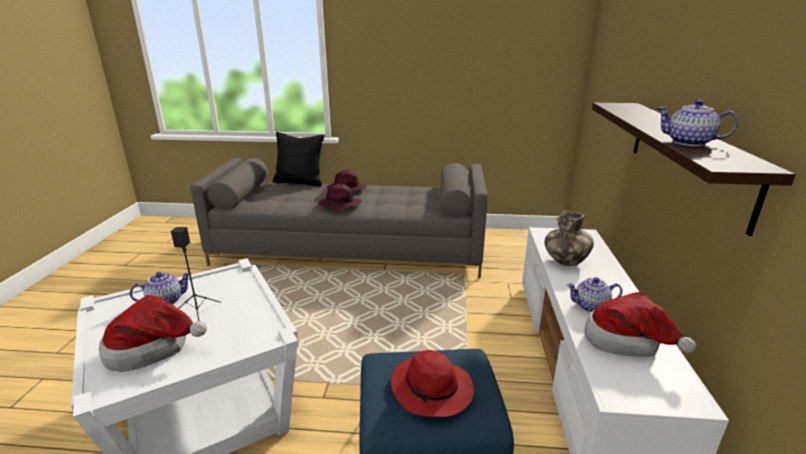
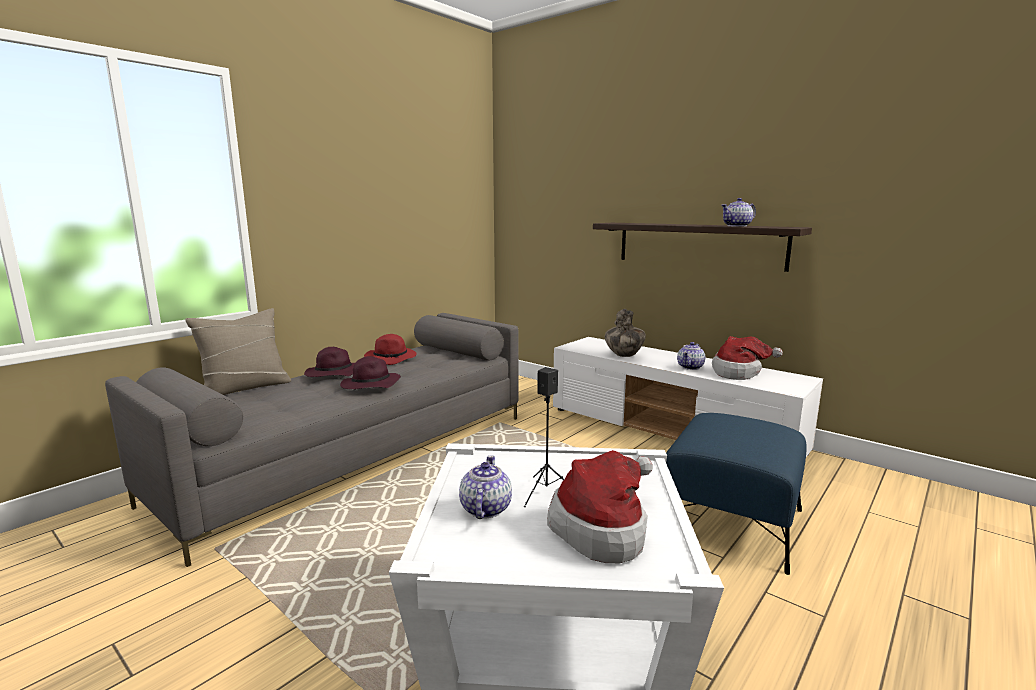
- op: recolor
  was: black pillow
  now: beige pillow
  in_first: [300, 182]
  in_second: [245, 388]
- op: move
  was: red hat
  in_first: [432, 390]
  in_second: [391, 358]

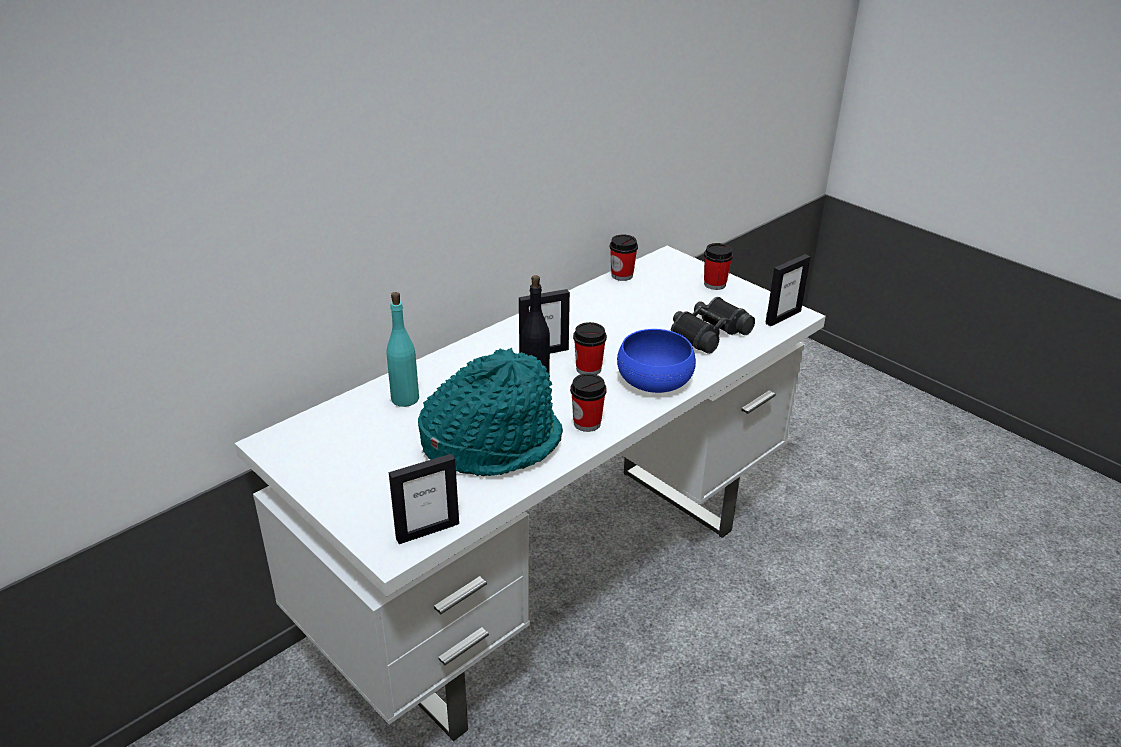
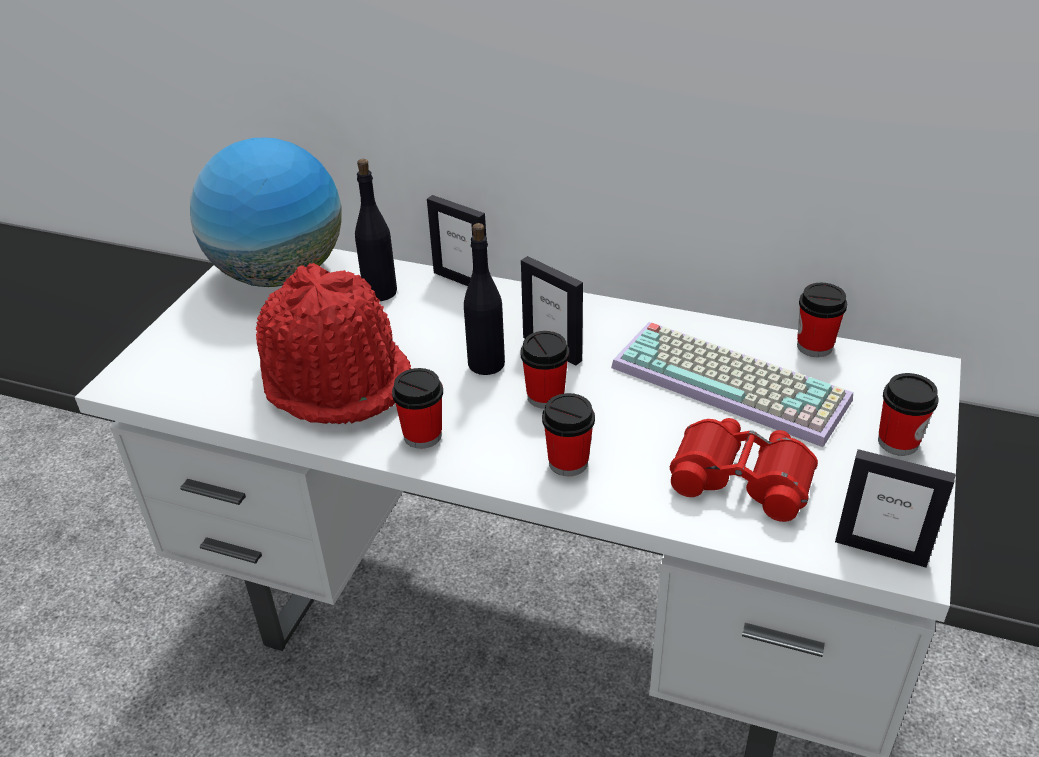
- op: recolor
  was: turquoise bottle
  now: black bottle
  in_first: [404, 398]
  in_second: [380, 292]
- op: move
  was: picture frame
  in_first: [427, 531]
  in_second: [461, 280]
- op: recolor
  was: turquoise hat
  now: red hat
  in_first: [492, 443]
  in_second: [336, 378]
- op: replace
  was: blue bowl
  now: cup
  in_first: [655, 380]
  in_second: [568, 462]
- op: recolor
  was: black binoculars
  now: red binoculars
  in_first: [708, 333]
  in_second: [742, 477]
- op: insert
  now: globe
  in_second: [279, 275]
- op: insert
  now: keyboard
  in_second: [733, 382]

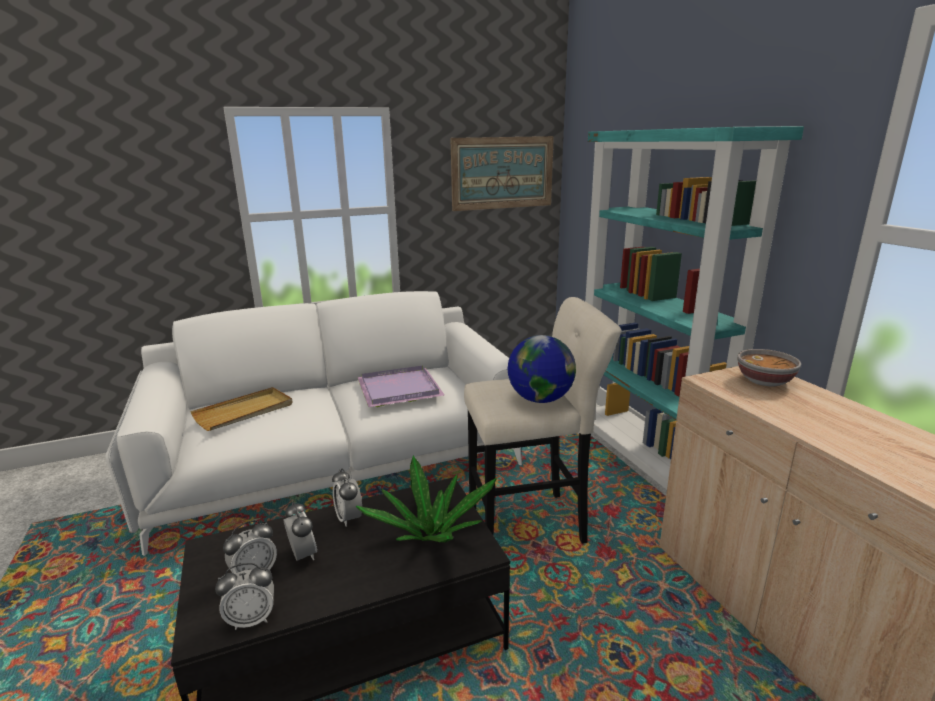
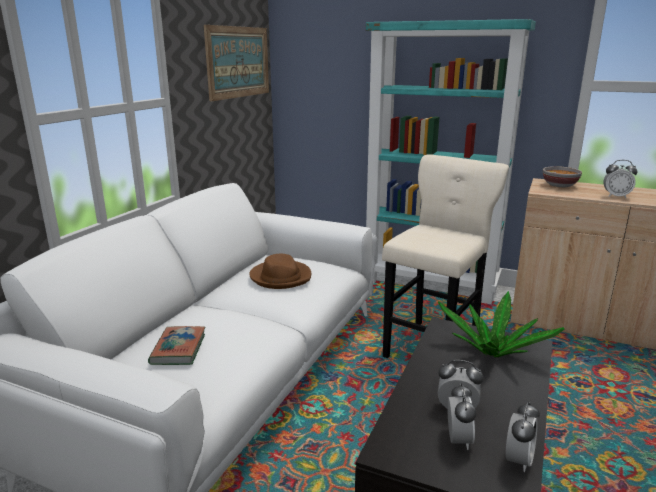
- op: replace
  was: beige tray
  now: book
  in_first: [244, 412]
  in_second: [178, 349]
- op: move
  was: alarm clock
  in_first: [349, 518]
  in_second: [616, 196]
- op: replace
  was: purple tray
  now: brown hat
  in_first: [400, 388]
  in_second: [281, 277]
- op: delete
  was: globe
  in_first: [540, 399]

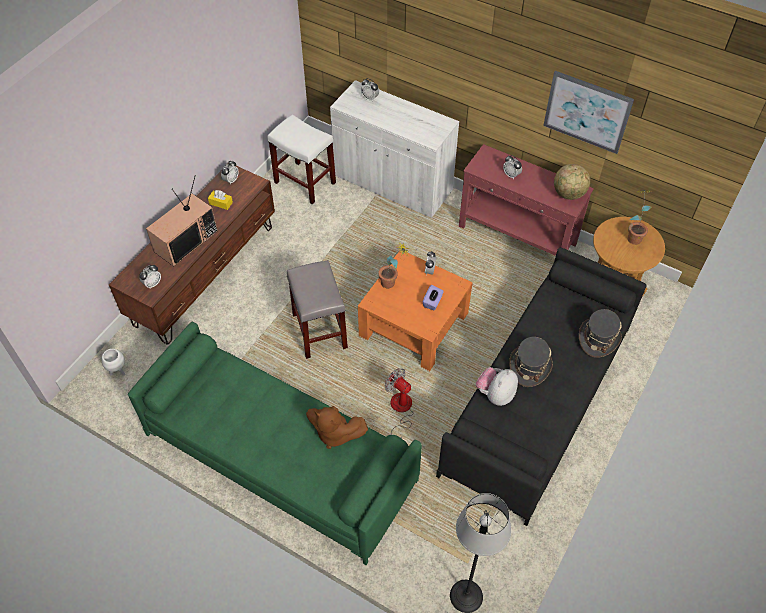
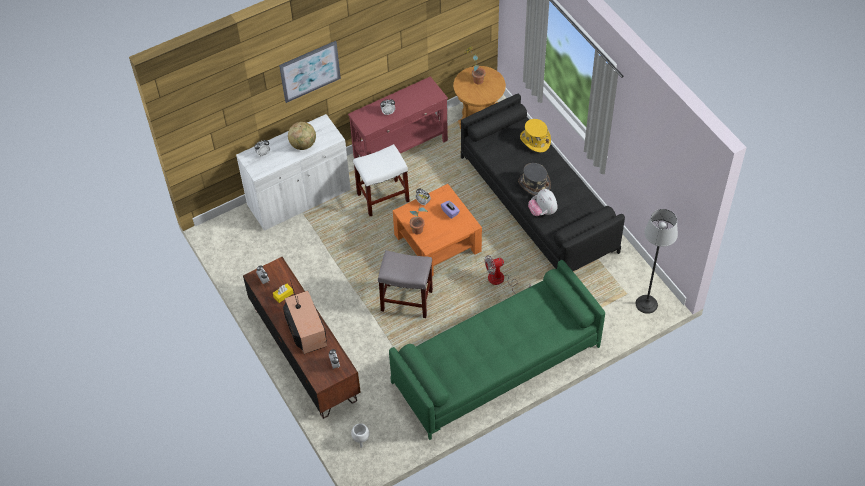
- op: move
  was: white stool
  in_first: [305, 183]
  in_second: [383, 197]
- op: delete
  was: brown plush toy
  in_first: [334, 433]
- op: move
  was: picture
  in_first: [587, 112]
  in_second: [310, 71]
- op: move
  was: globe
  in_first: [569, 194]
  in_second: [303, 144]
- op: recolor
  was: grey hat
  now: yellow hat
  in_first: [598, 338]
  in_second: [535, 140]

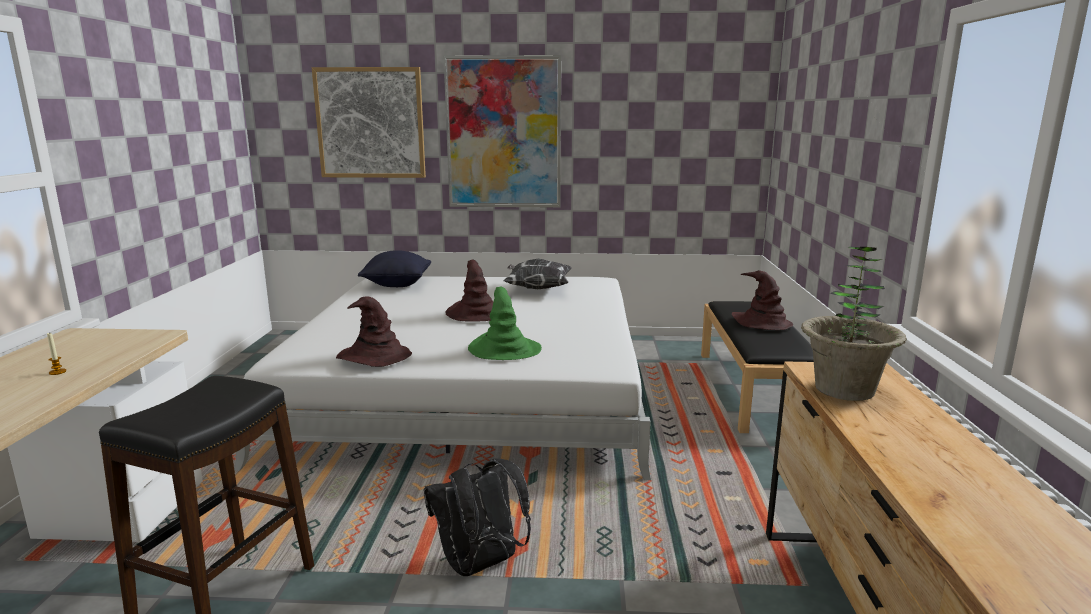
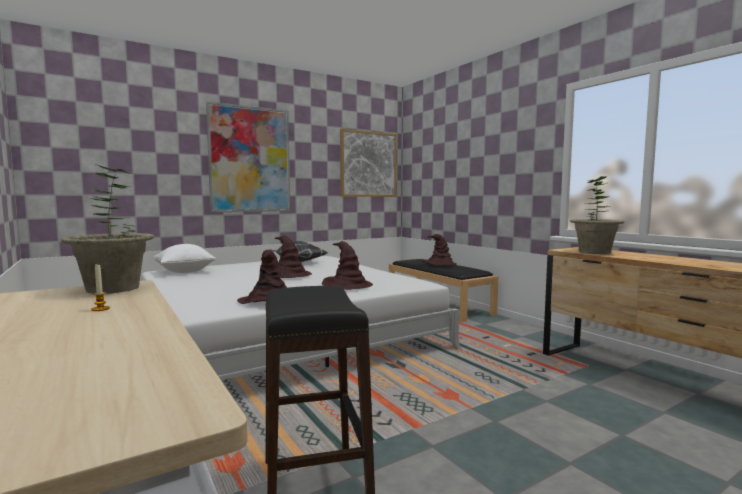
- op: move
  was: picture
  in_first: [370, 123]
  in_second: [368, 164]
- op: recolor
  was: black pillow
  now: white pillow
  in_first: [397, 284]
  in_second: [184, 271]
- op: delete
  was: black backpack
  in_first: [480, 565]
- op: recolor
  was: green hat
  now: brown hat
  in_first: [504, 349]
  in_second: [347, 285]
- op: insert
  now: potted plant
  in_second: [113, 289]

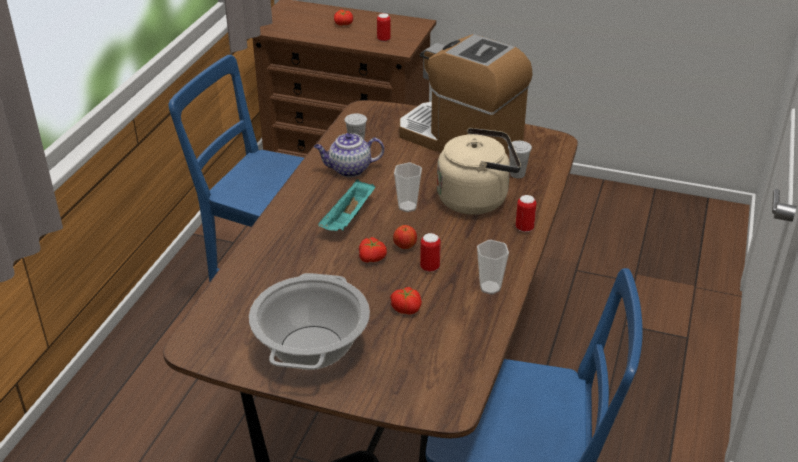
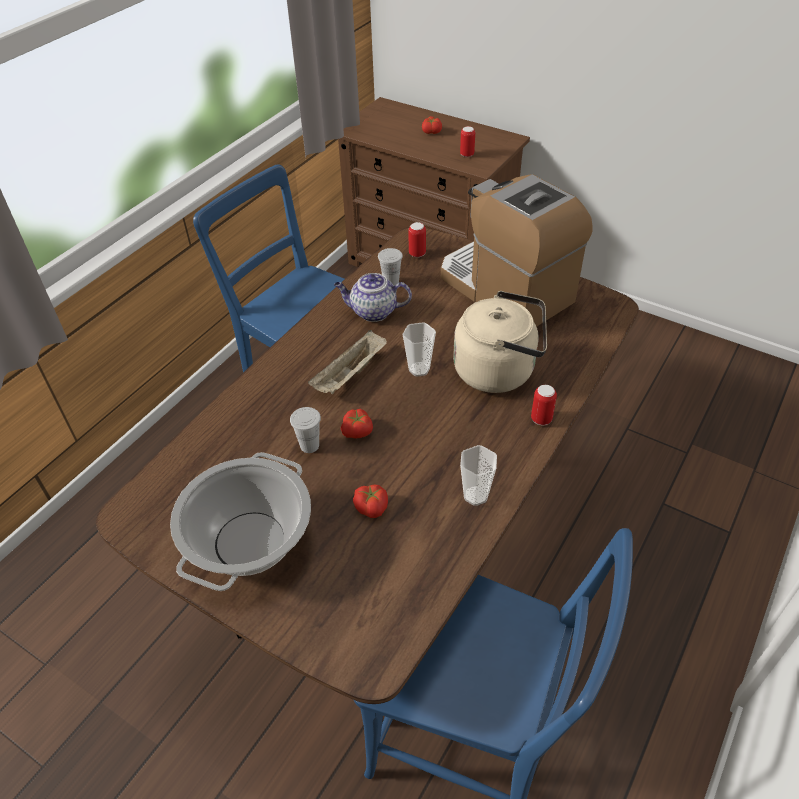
- op: recolor
  was: turquoise tray
  now: beige tray
  in_first: [348, 219]
  in_second: [350, 375]
- op: delete
  was: apple
  in_first: [405, 246]
- op: move
  was: can
  in_first: [430, 267]
  in_second: [417, 254]
- op: move
  was: white cup
  in_first: [517, 174]
  in_second: [309, 445]

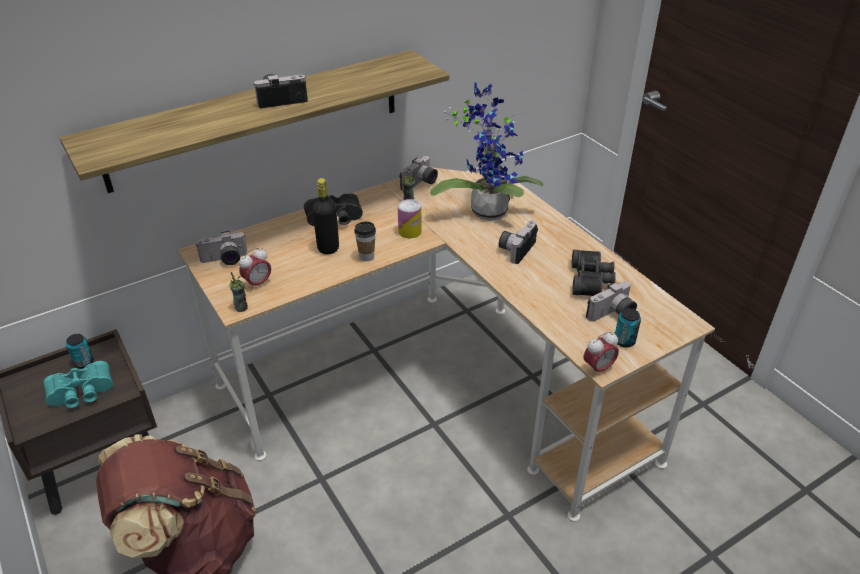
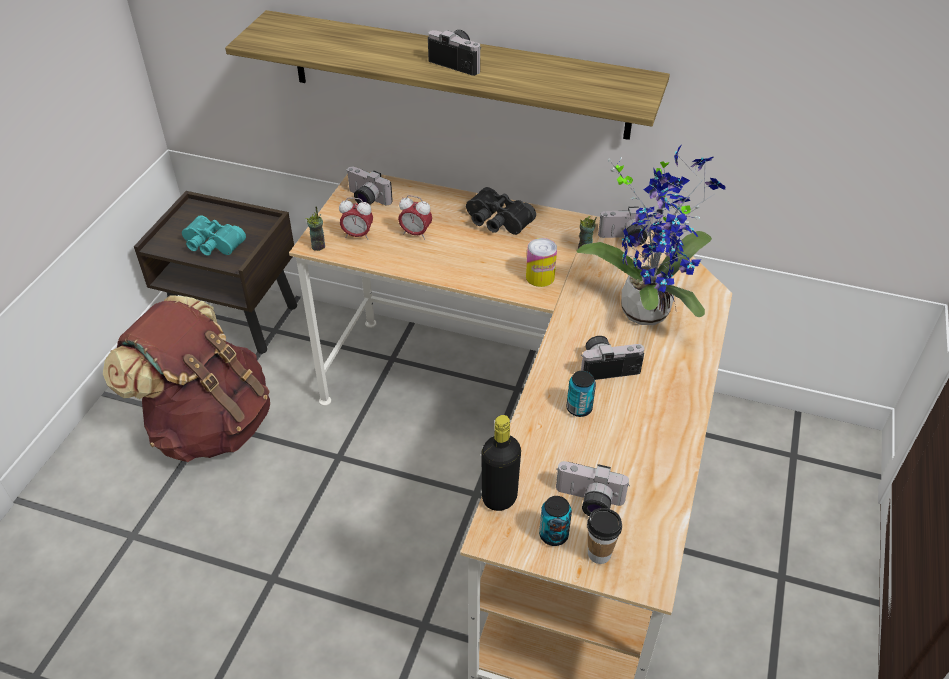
- op: move
  was: can
  in_first: [84, 362]
  in_second: [579, 408]
- op: move
  was: black bottle
  in_first: [328, 248]
  in_second: [499, 498]
- op: move
  was: cup
  in_first: [366, 256]
  in_second: [599, 553]
- op: delete
  was: black binoculars
  in_first: [592, 280]
- op: move
  was: alarm clock
  in_first: [598, 368]
  in_second: [415, 234]

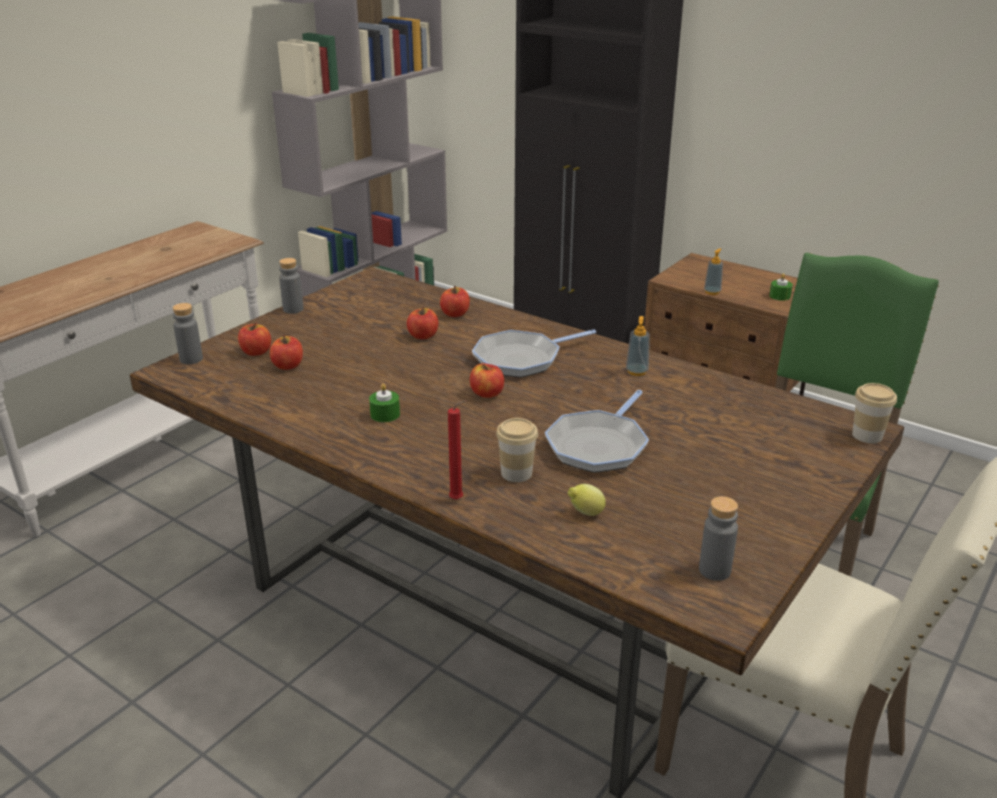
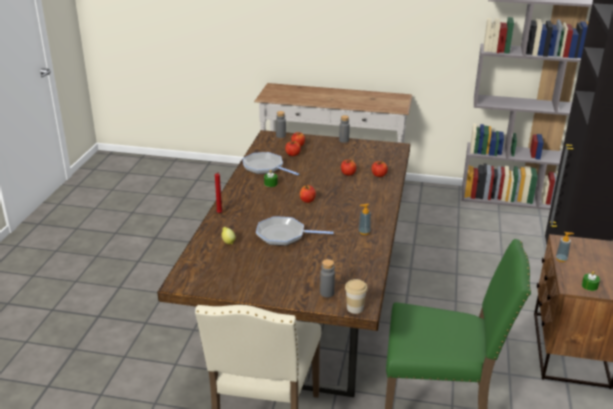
- op: move
  was: frying pan
  in_first: [521, 359]
  in_second: [265, 167]
- op: delete
  was: cup
  in_first: [516, 473]
- op: move
  was: grey bottle
  in_first: [714, 570]
  in_second: [327, 293]

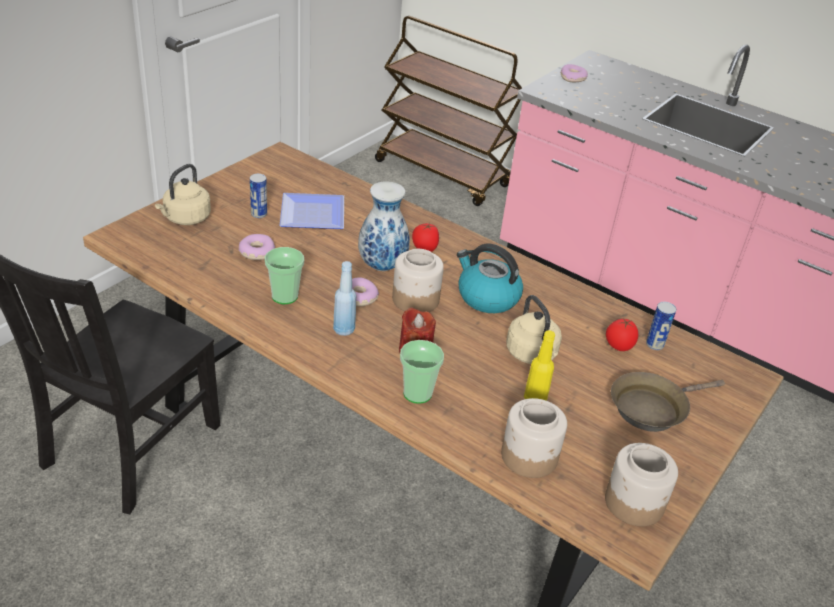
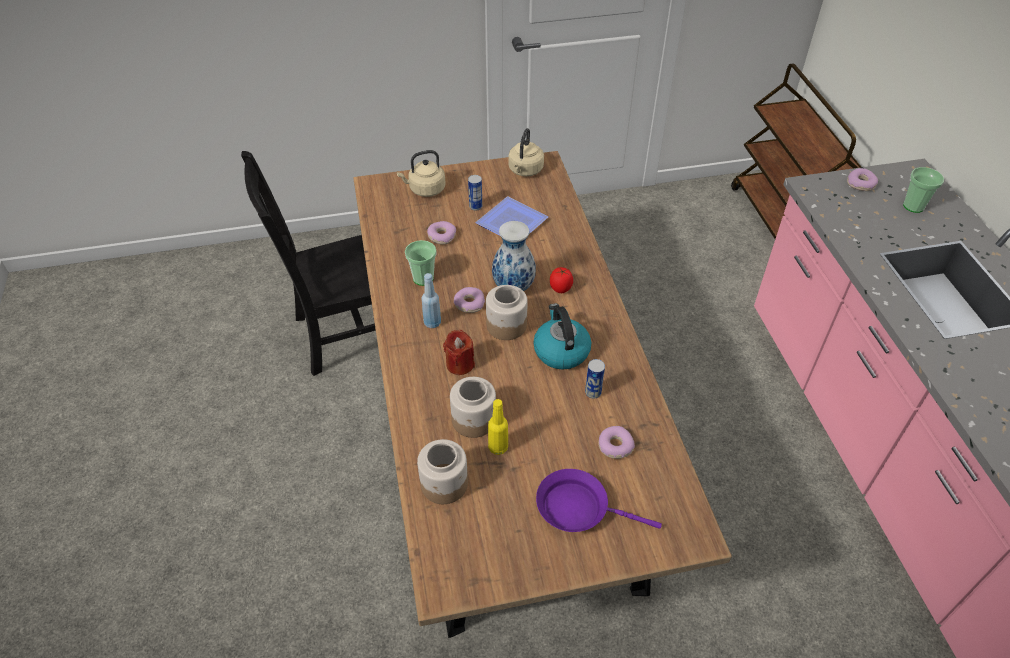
- op: move
  was: cup
  in_first: [417, 393]
  in_second: [913, 206]
- op: move
  was: beige kettle
  in_first: [532, 355]
  in_second: [525, 171]
- op: move
  was: jar
  in_first: [635, 503]
  in_second: [474, 420]
- op: replace
  was: tomato
  now: donut
  in_first: [618, 346]
  in_second: [615, 446]
- op: recolor
  was: brown frying pan
  now: purple frying pan
  in_first: [652, 408]
  in_second: [578, 508]
- op: move
  was: can
  in_first: [654, 344]
  in_second: [593, 392]

